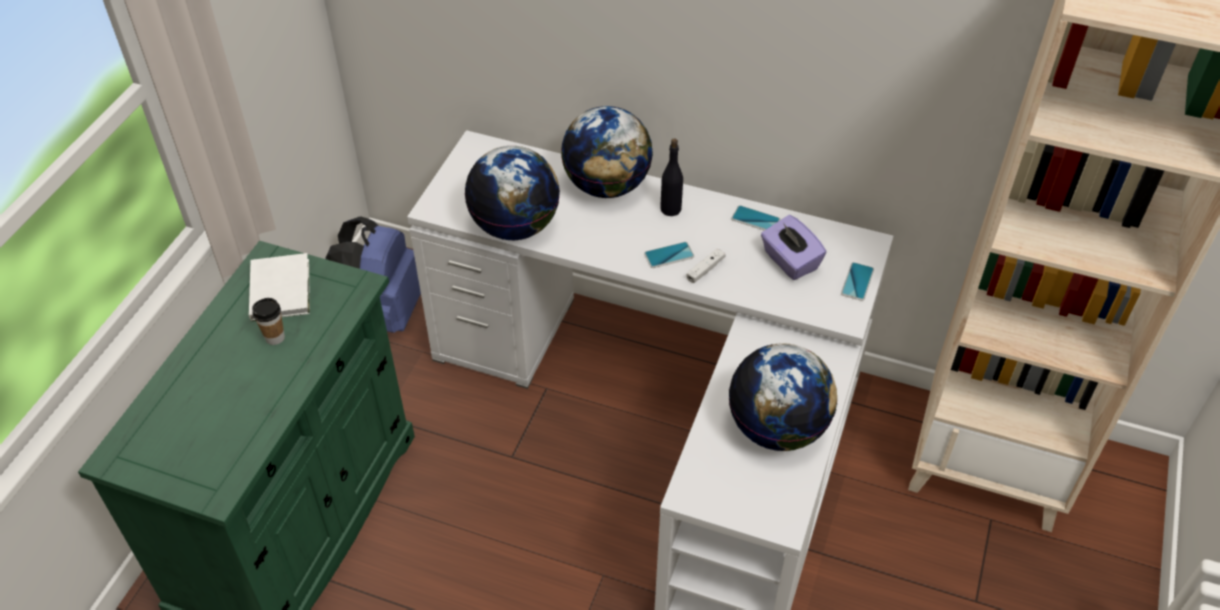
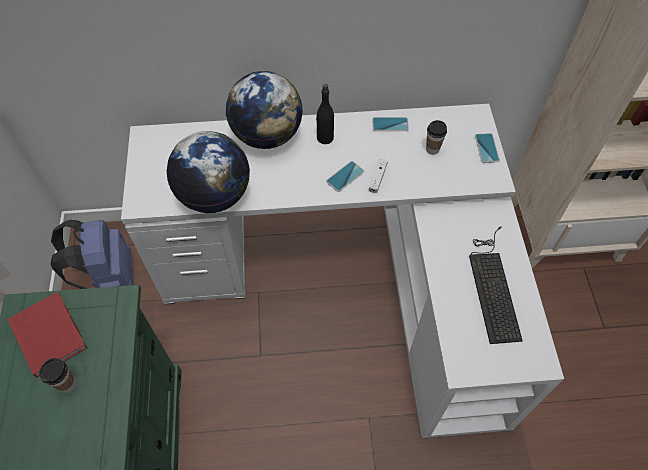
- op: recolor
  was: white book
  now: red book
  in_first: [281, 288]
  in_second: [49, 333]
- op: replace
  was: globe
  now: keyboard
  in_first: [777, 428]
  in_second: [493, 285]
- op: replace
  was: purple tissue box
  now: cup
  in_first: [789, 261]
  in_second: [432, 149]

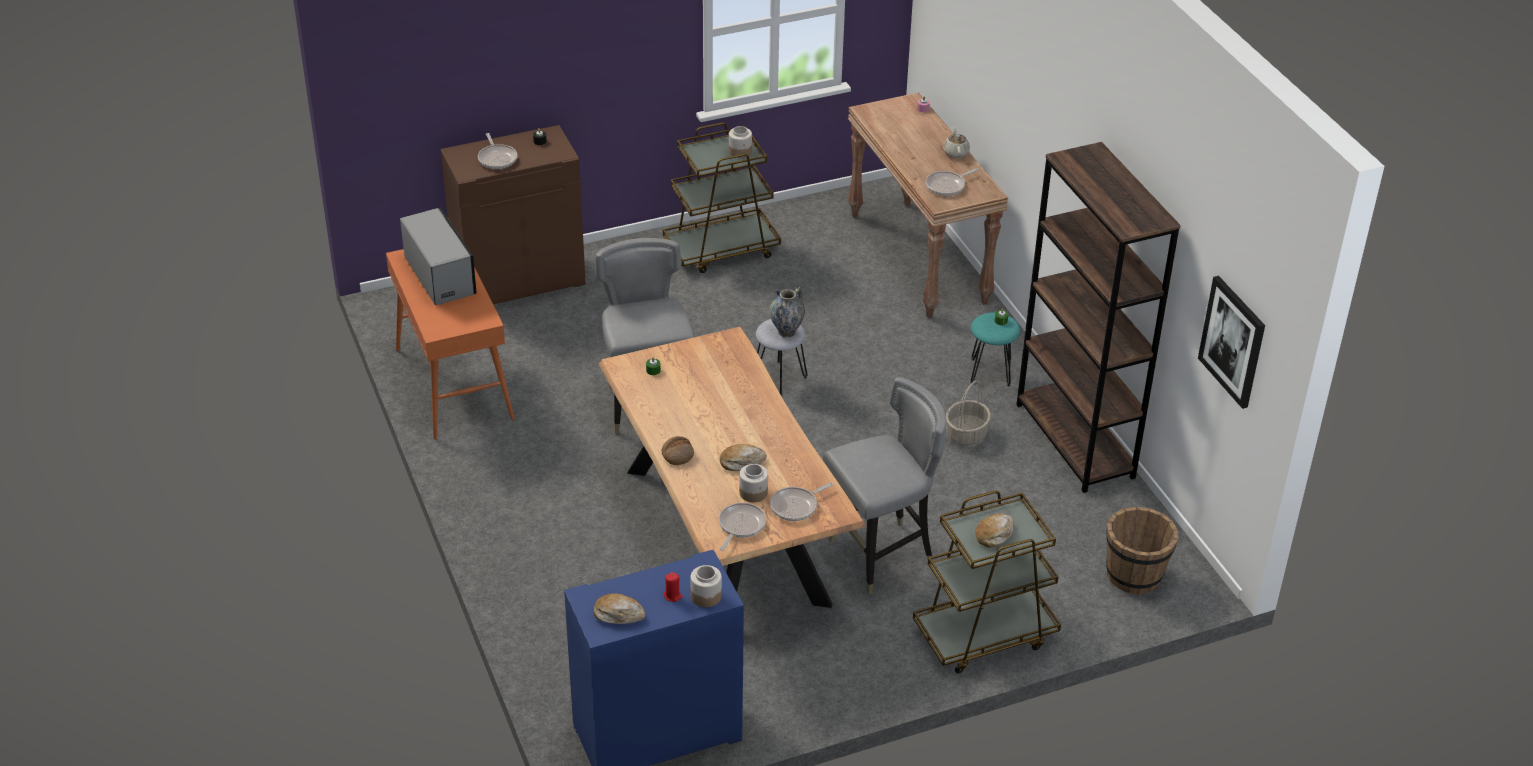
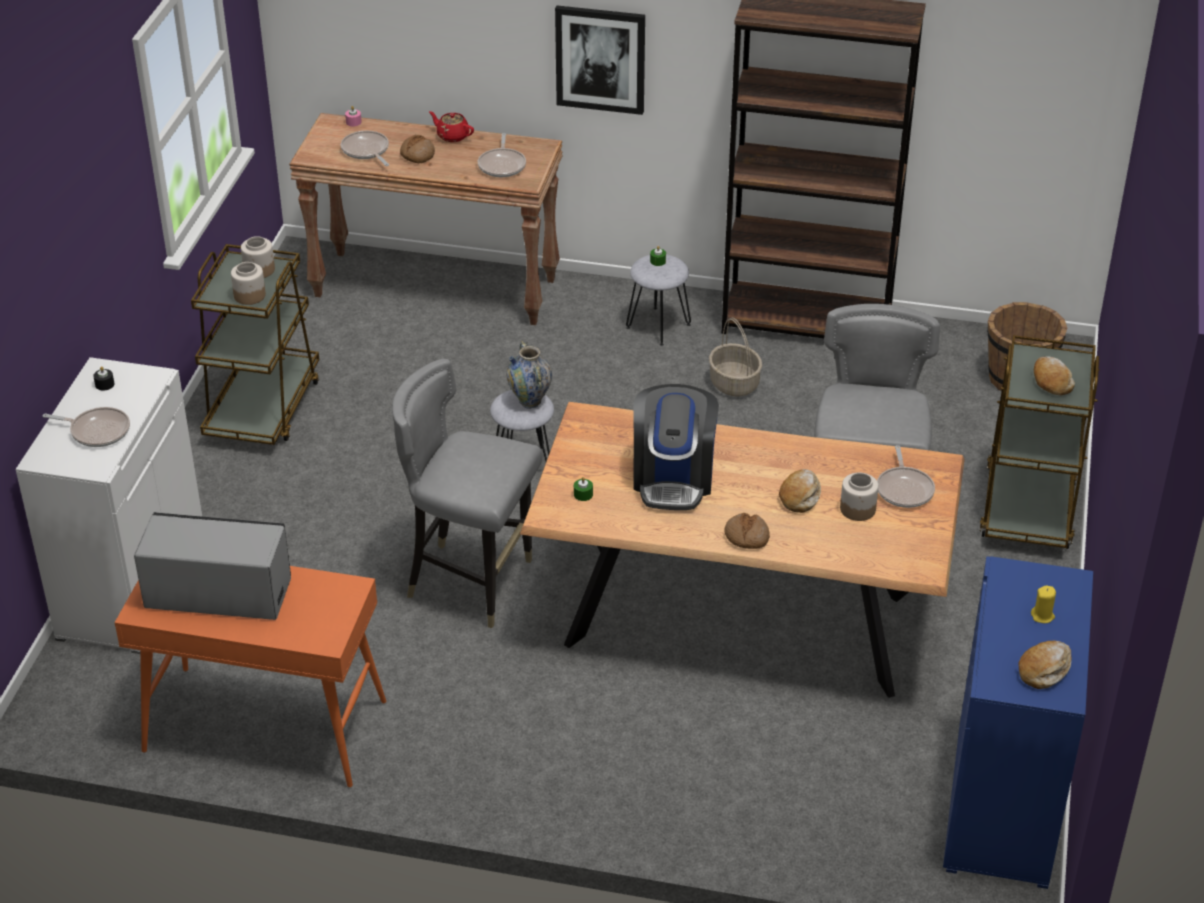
- op: recolor
  was: brown cabinet
  now: white cabinet
  in_first: [519, 280]
  in_second: [131, 586]
- op: recolor
  was: red candle
  now: yellow candle
  in_first: [673, 596]
  in_second: [1042, 616]
- op: move
  was: jar
  in_first: [705, 596]
  in_second: [249, 295]
- op: move
  was: frying pan
  in_first: [740, 526]
  in_second: [366, 151]
- op: recolor
  was: beige teapot
  now: red teapot
  in_first: [956, 152]
  in_second: [452, 136]
- op: recolor
  was: turquoise stool
  now: grey stool
  in_first: [991, 372]
  in_second: [658, 326]
- op: move
  was: picture
  in_first: [1233, 341]
  in_second: [600, 59]
- op: insert
  now: bread
  in_second: [417, 155]
- op: insert
  now: coffee machine
  in_second: [673, 478]

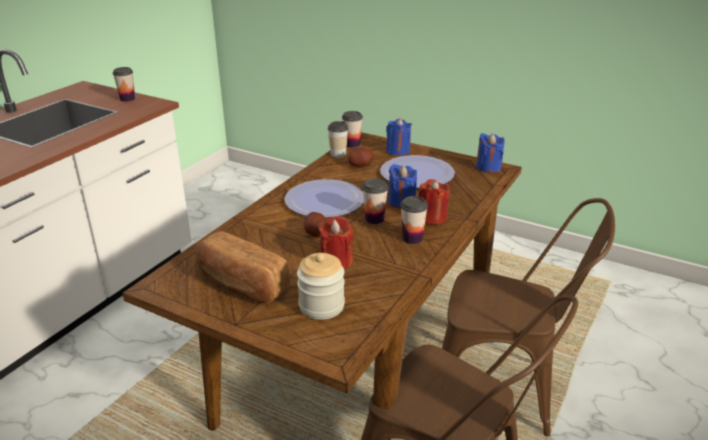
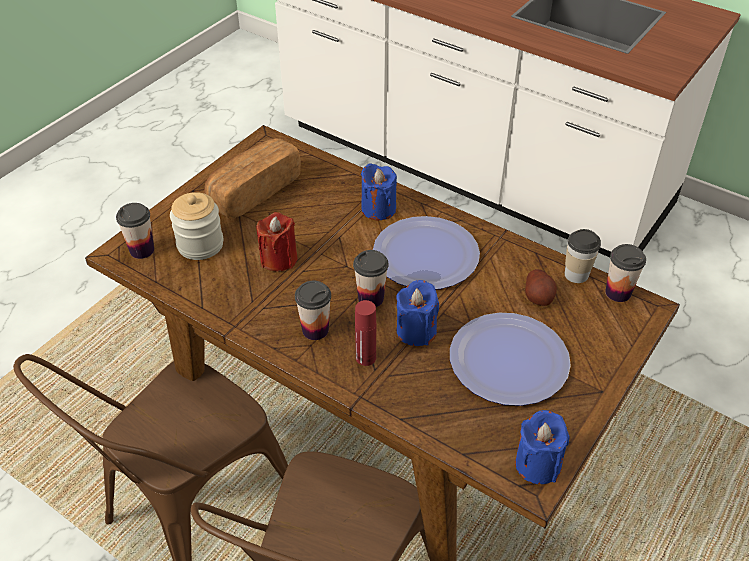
- op: move
  was: cup
  in_first: [127, 99]
  in_second: [142, 250]
- op: delete
  was: potato
  in_first: [316, 233]
- op: move
  was: blue candle
  in_first: [398, 151]
  in_second: [378, 209]
- op: replace
  was: red candle
  now: red bottle
  in_first: [432, 218]
  in_second: [366, 358]

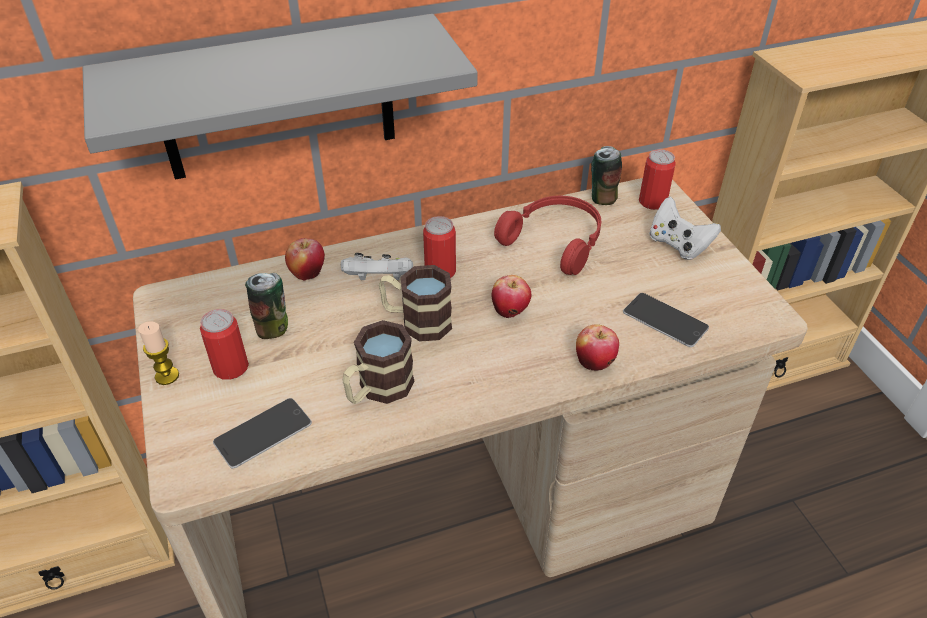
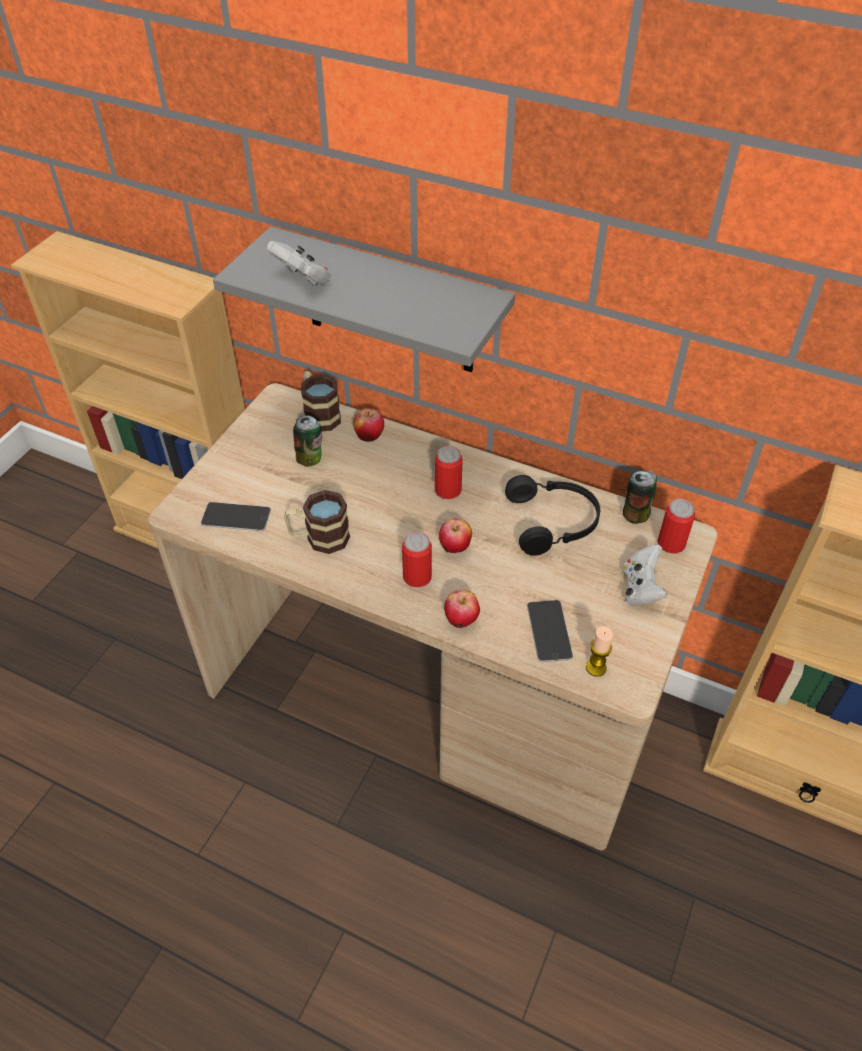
- op: move
  was: candle
  in_first: [167, 376]
  in_second: [596, 667]
- op: move
  was: can
  in_first: [231, 367]
  in_second: [417, 576]
- op: move
  was: white game controller
  in_first: [379, 281]
  in_second: [303, 279]
- op: move
  was: mug
  in_first: [416, 321]
  in_second: [319, 414]
- op: recolor
  was: red headphones
  now: black headphones
  in_first: [555, 241]
  in_second: [553, 522]

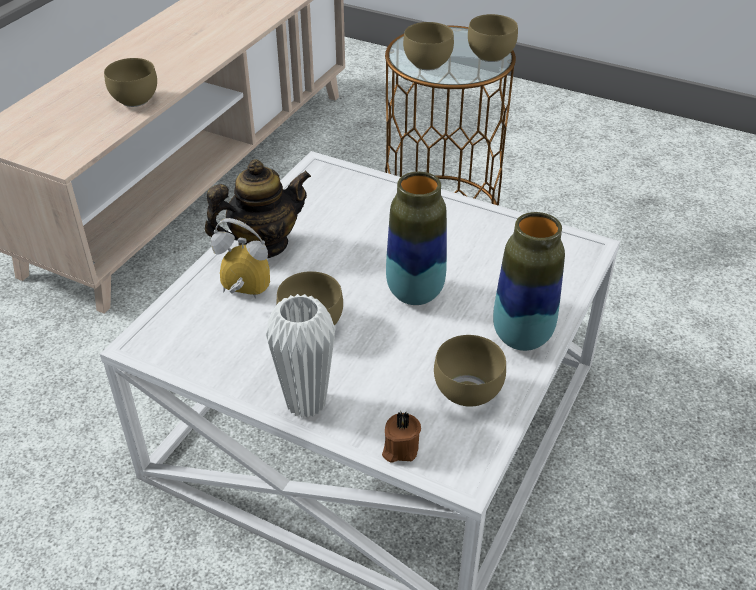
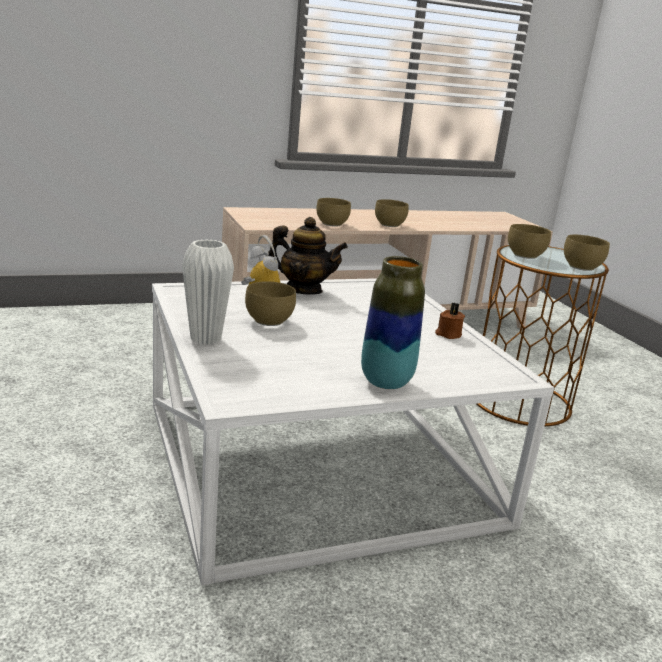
- op: move
  was: brown candle
  in_first: [399, 448]
  in_second: [448, 334]
- op: delete
  was: vase
  in_first: [415, 293]
- op: move
  was: brown bowl
  in_first: [467, 390]
  in_second: [390, 225]

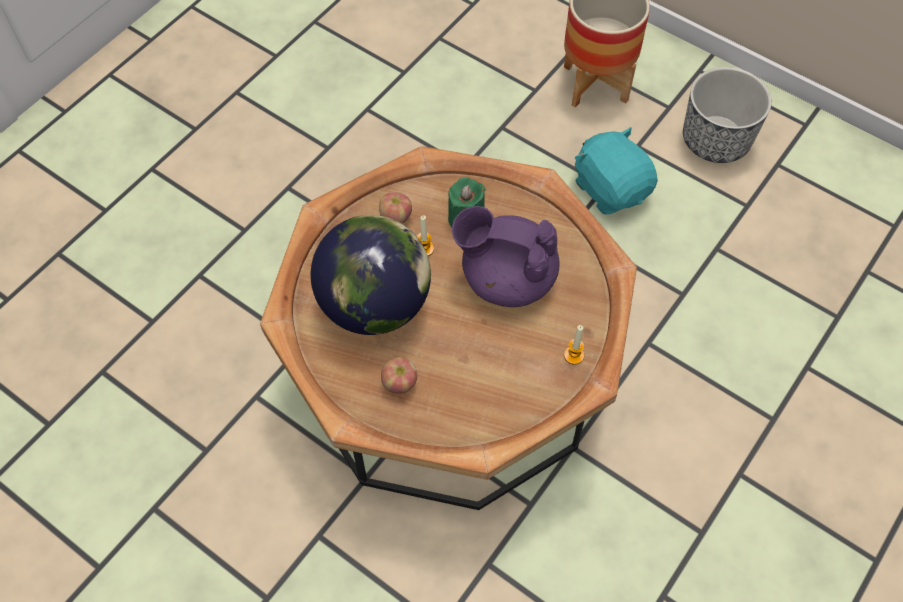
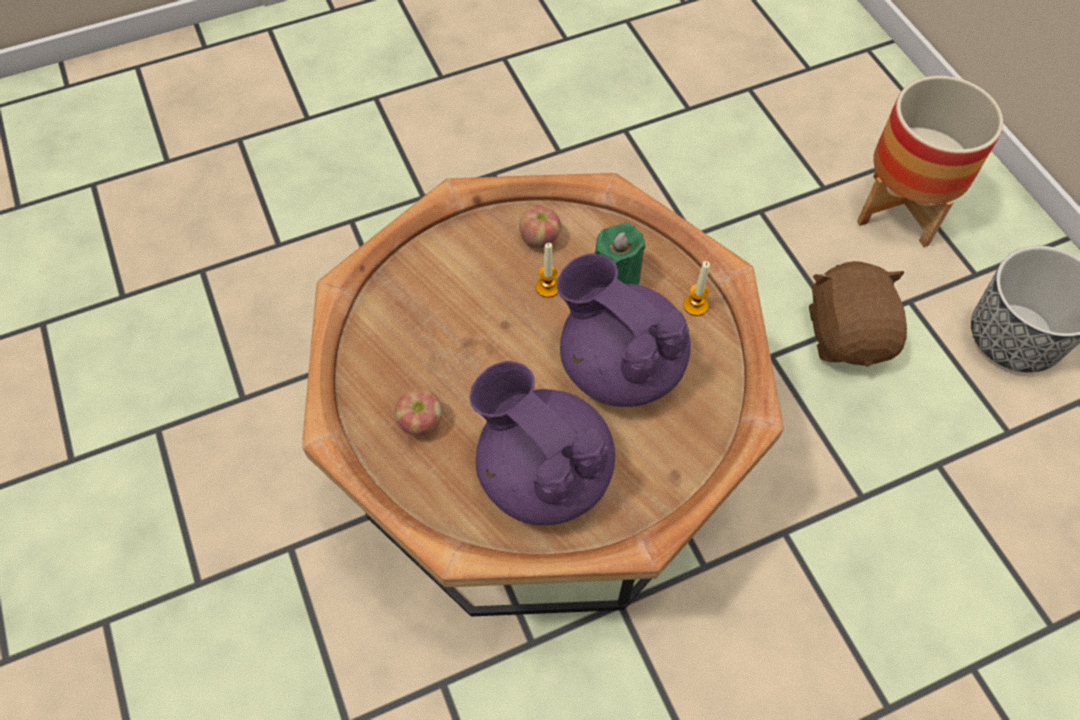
- op: delete
  was: globe
  in_first: [375, 304]
- op: move
  was: candle
  in_first: [573, 355]
  in_second: [695, 305]
- op: recolor
  was: turquoise plush toy
  now: brown plush toy
  in_first: [611, 188]
  in_second: [848, 334]
- op: insert
  now: purple teapot
  in_second: [543, 472]

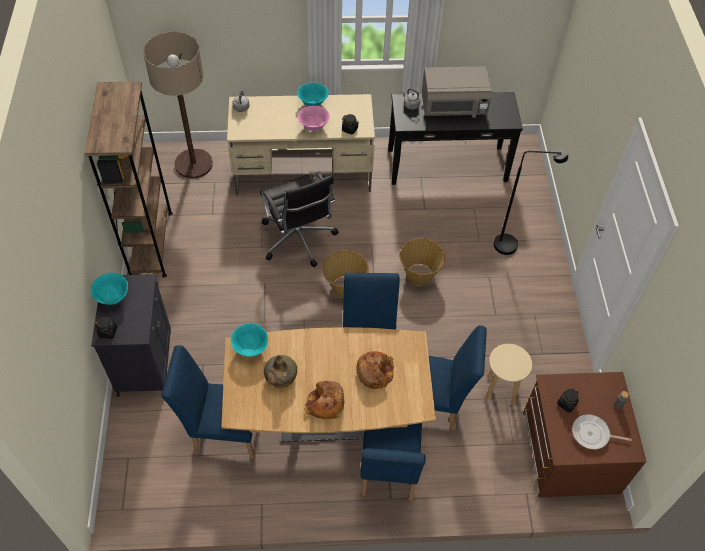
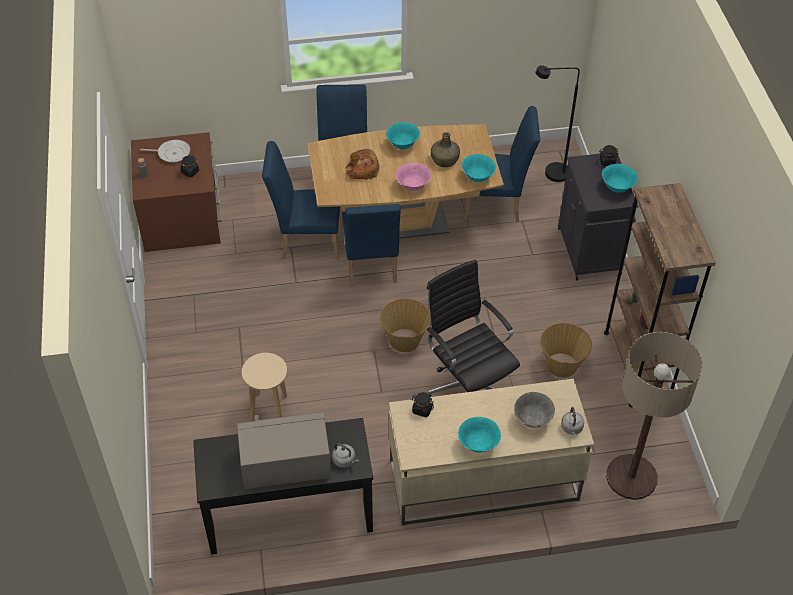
- op: move
  was: pink bowl
  in_first: [313, 127]
  in_second: [413, 186]
- op: replace
  was: bread
  now: turquoise bowl
  in_first: [325, 403]
  in_second: [402, 145]
- op: move
  was: basket
  in_first: [419, 275]
  in_second: [562, 364]
- op: move
  was: beige stool
  in_first: [501, 390]
  in_second: [269, 407]
- op: move
  was: black floor lamp
  in_first: [512, 245]
  in_second: [550, 174]
- op: insert
  now: grey bowl
  in_second: [532, 420]

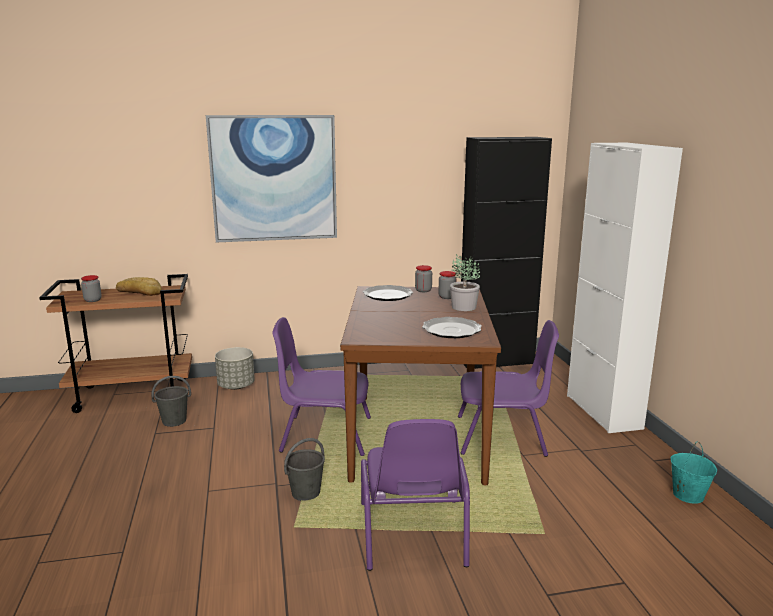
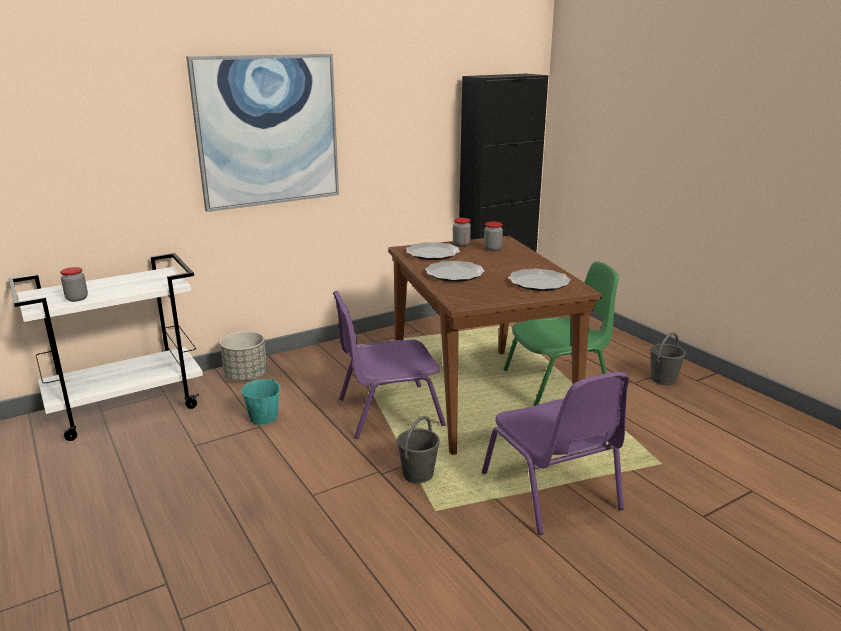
- op: recolor
  was: brown cart
  now: white cart
  in_first: [134, 395]
  in_second: [128, 407]
- op: delete
  was: bread
  in_first: [139, 292]
- op: move
  was: grey bucket
  in_first: [174, 421]
  in_second: [663, 380]
- op: delete
  was: potted plant
  in_first: [463, 307]
- op: recolor
  was: purple chair
  now: green chair
  in_first: [502, 436]
  in_second: [558, 382]
- op: delete
  was: white cabinet
  in_first: [603, 411]
- op: move
  was: turquoise bucket
  in_first: [687, 495]
  in_second: [263, 418]
- op: insert
  now: plate
  in_second: [455, 274]

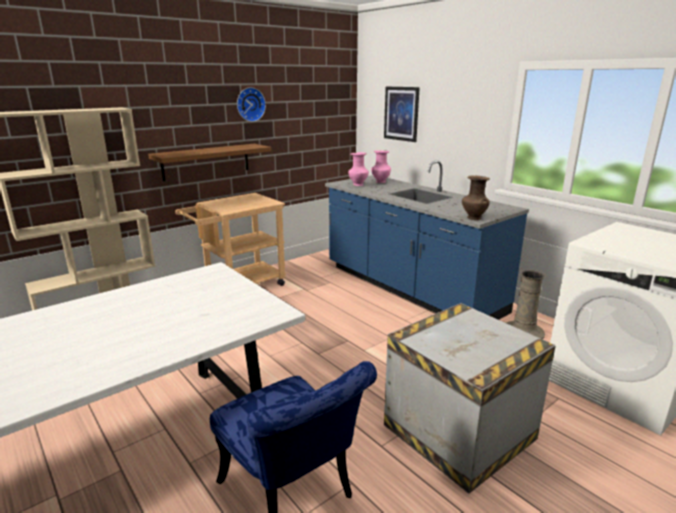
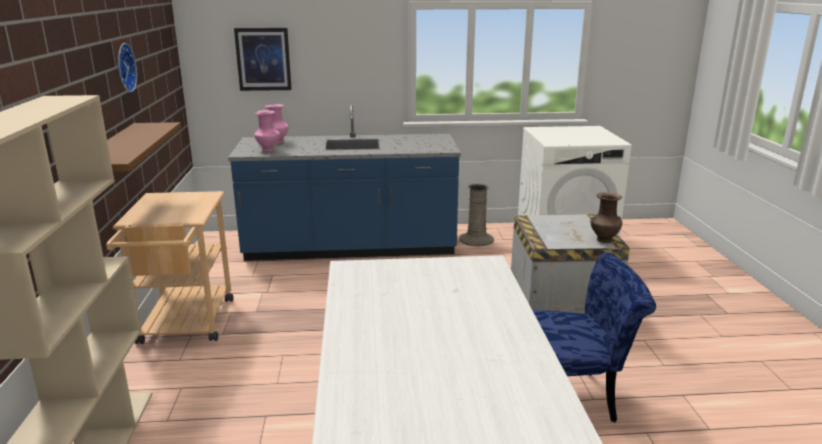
- op: move
  was: brown vase
  in_first: [473, 218]
  in_second: [603, 240]

